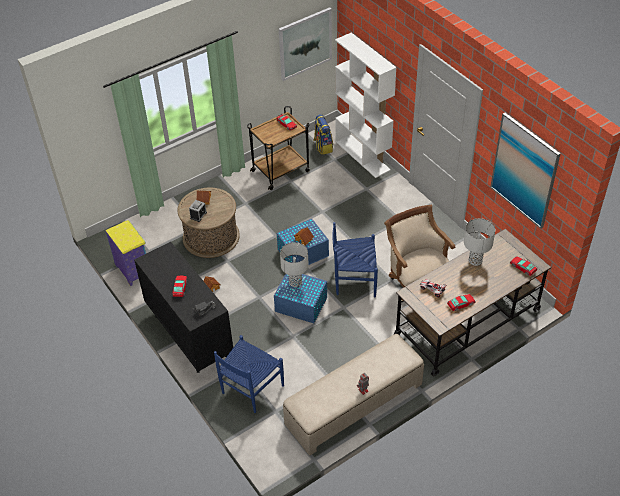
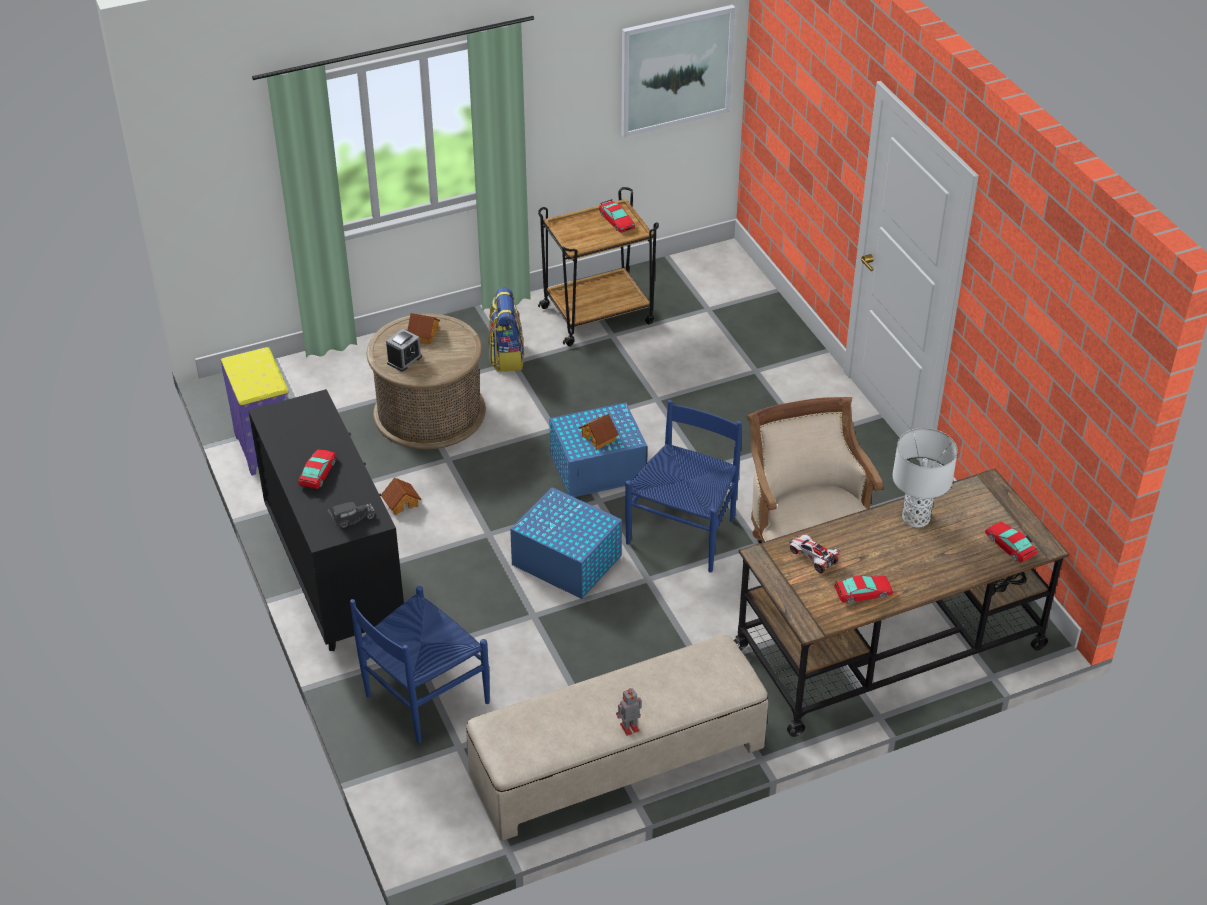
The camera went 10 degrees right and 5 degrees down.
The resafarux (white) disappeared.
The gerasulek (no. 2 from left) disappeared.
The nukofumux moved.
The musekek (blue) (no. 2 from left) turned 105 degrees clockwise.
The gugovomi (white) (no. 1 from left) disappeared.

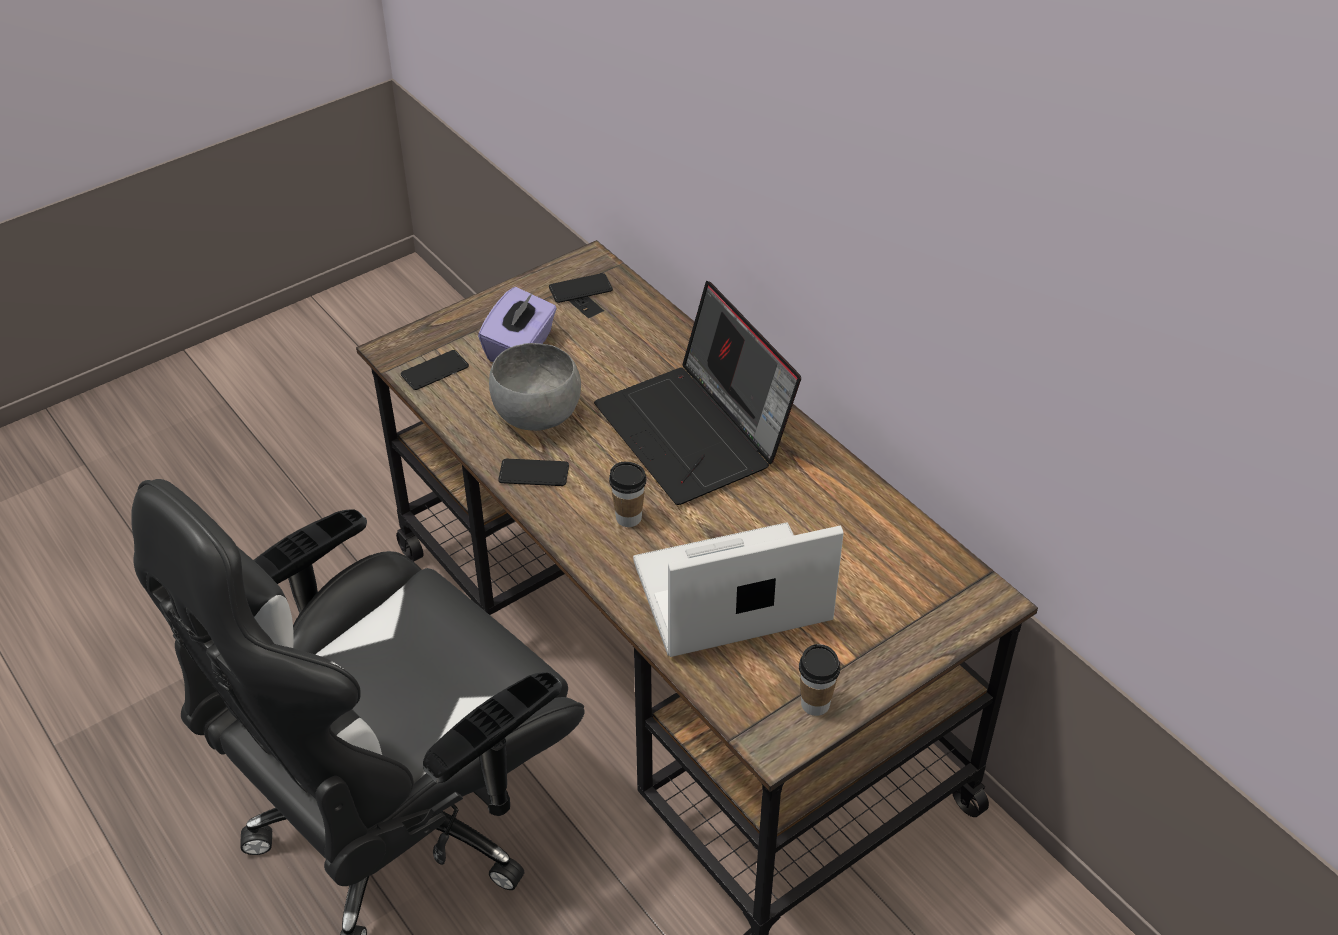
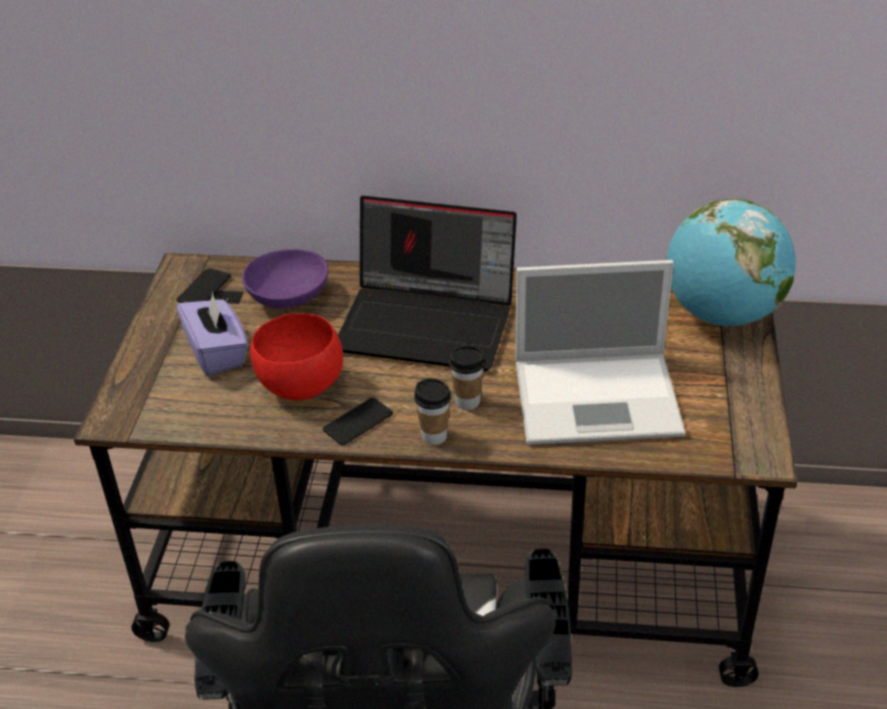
The camera went 45 degrees left and 5 degrees down.
The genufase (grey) became the genufase (red).
The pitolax (no. 1 from left) disappeared.
The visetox (no. 2 from left) turned 120 degrees counterclockwise.
The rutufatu (no. 2 from left in the first image) moved.
The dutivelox appeared.
The genufase (purple) appeared.

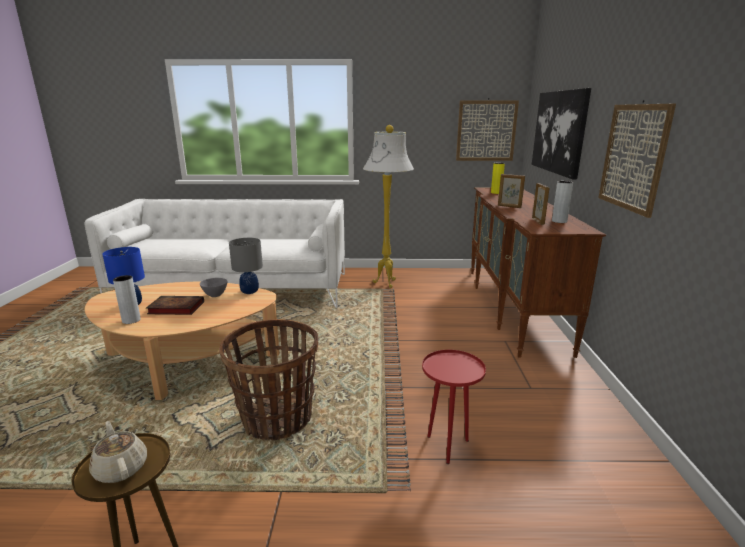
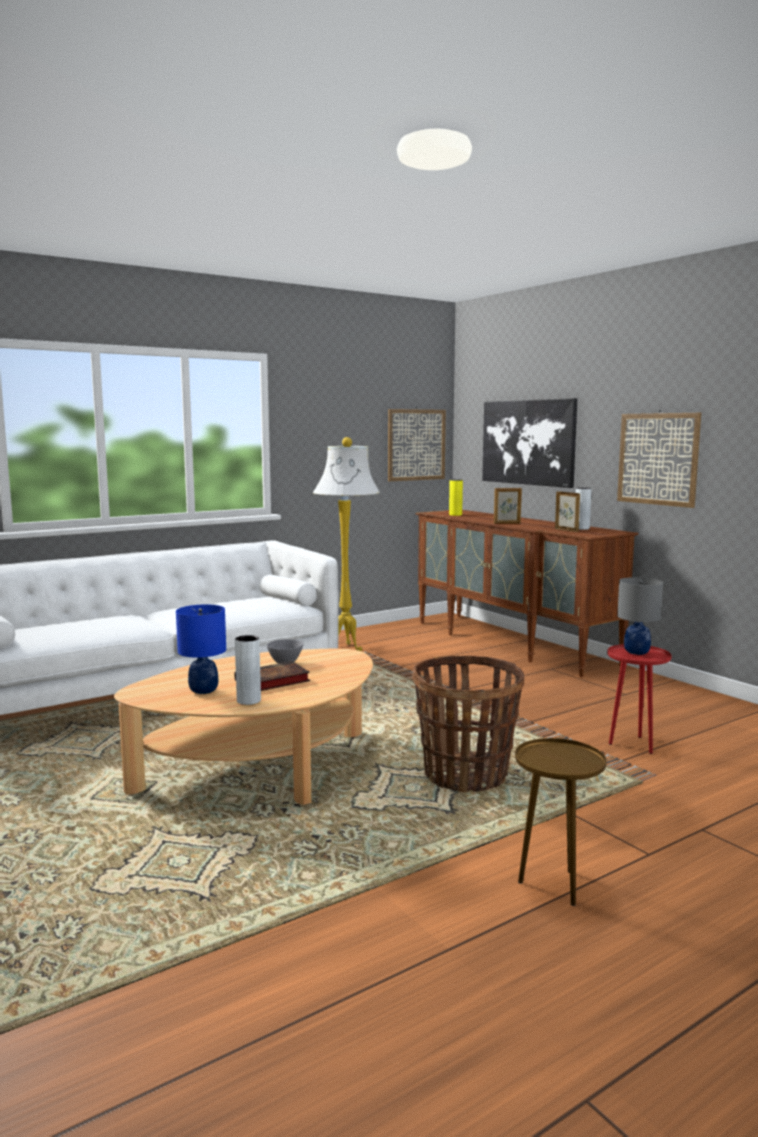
The camera went 35 degrees left and 10 degrees down.
The gugovomi (grey) moved.
The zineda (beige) disappeared.

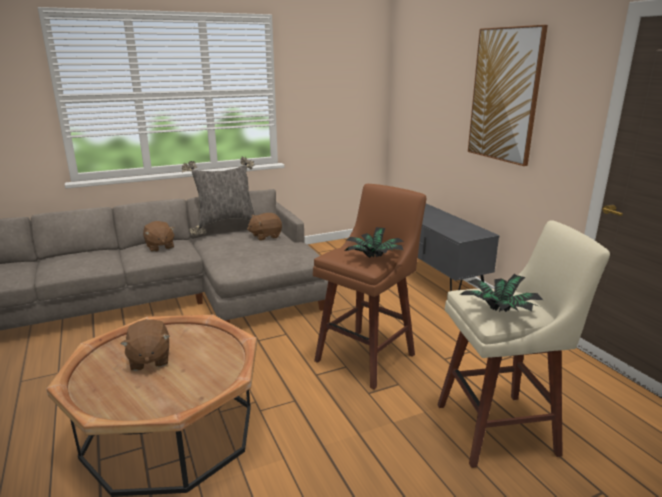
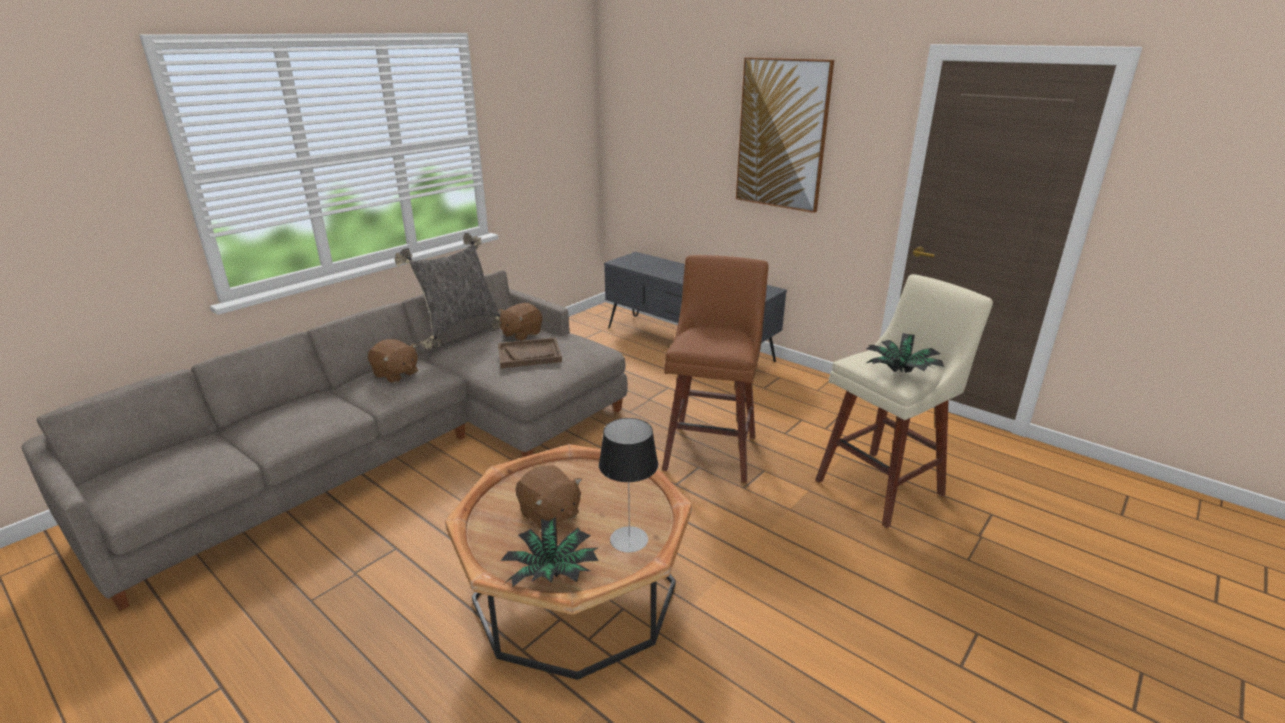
The camera went 25 degrees left and 5 degrees up.
The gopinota (no. 1 from left) moved.
The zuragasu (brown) appeared.
The gugovomi appeared.

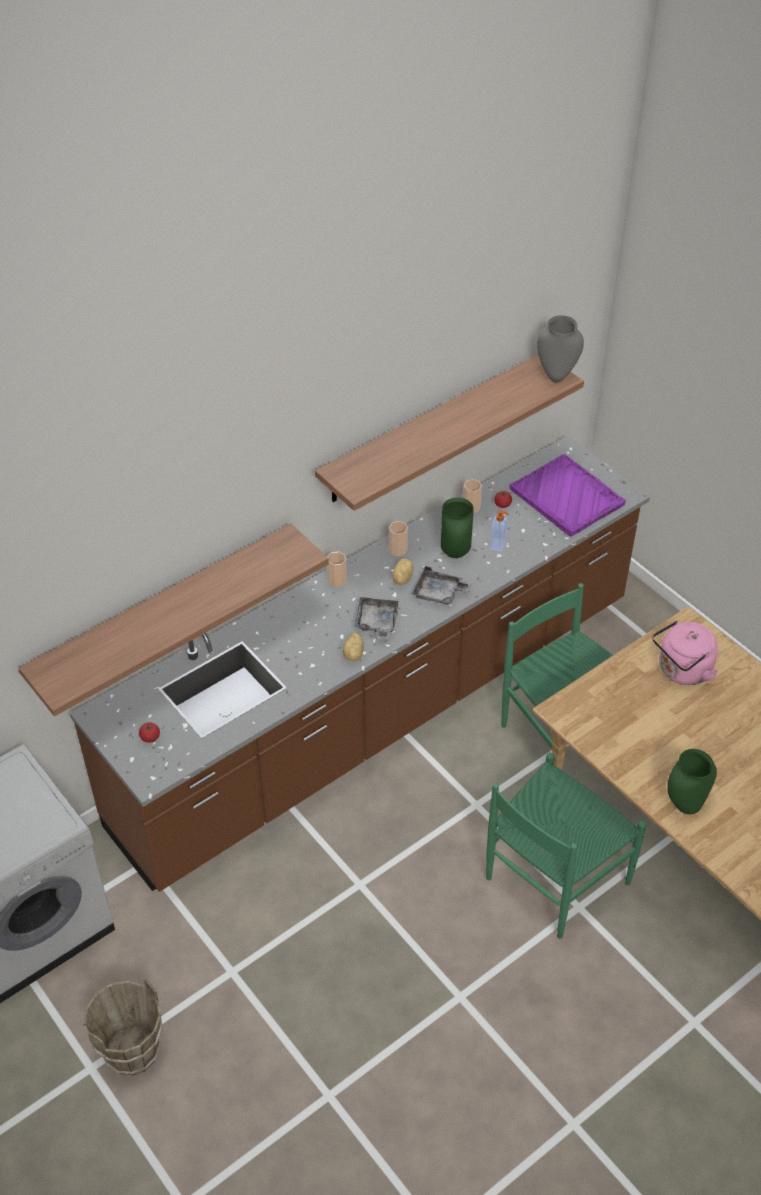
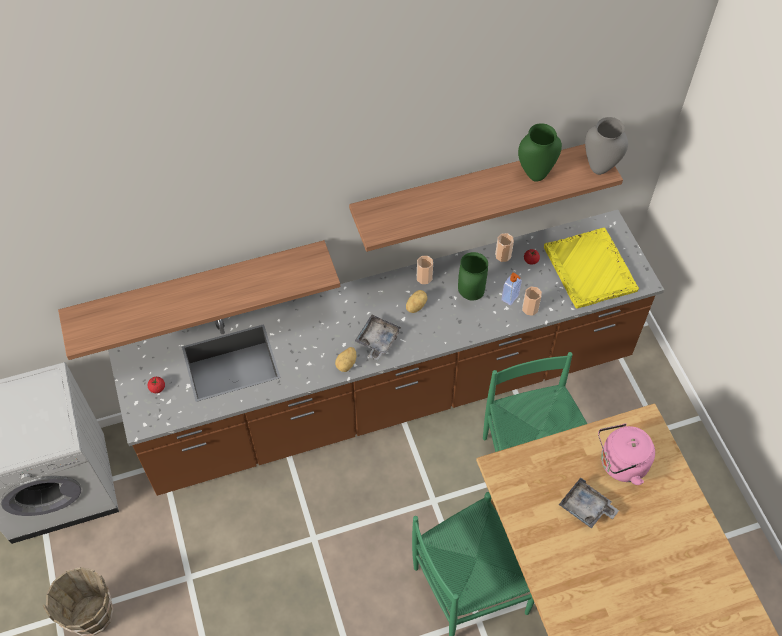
The camera went 20 degrees right and 10 degrees up.
The zuragasu (purple) became the zuragasu (yellow).
The rutufatu (no. 1 from left in the first image) moved.
The zuragasu (grey) (no. 2 from left) moved.
The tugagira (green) (no. 2 from left) moved.

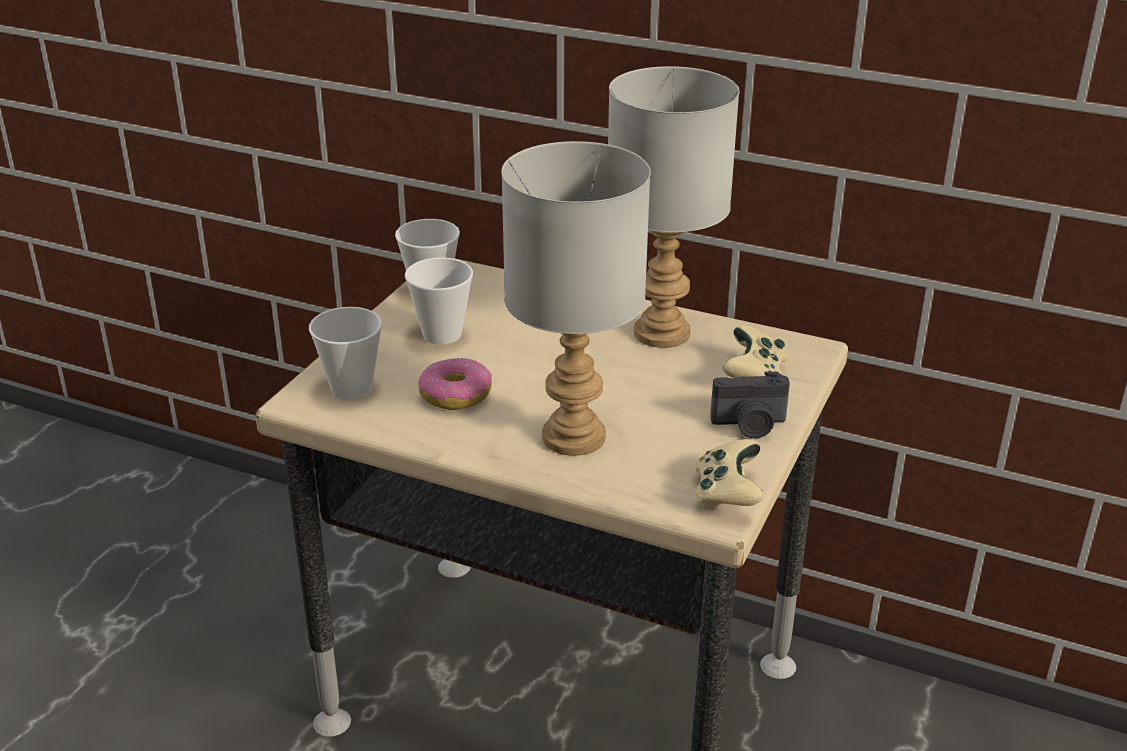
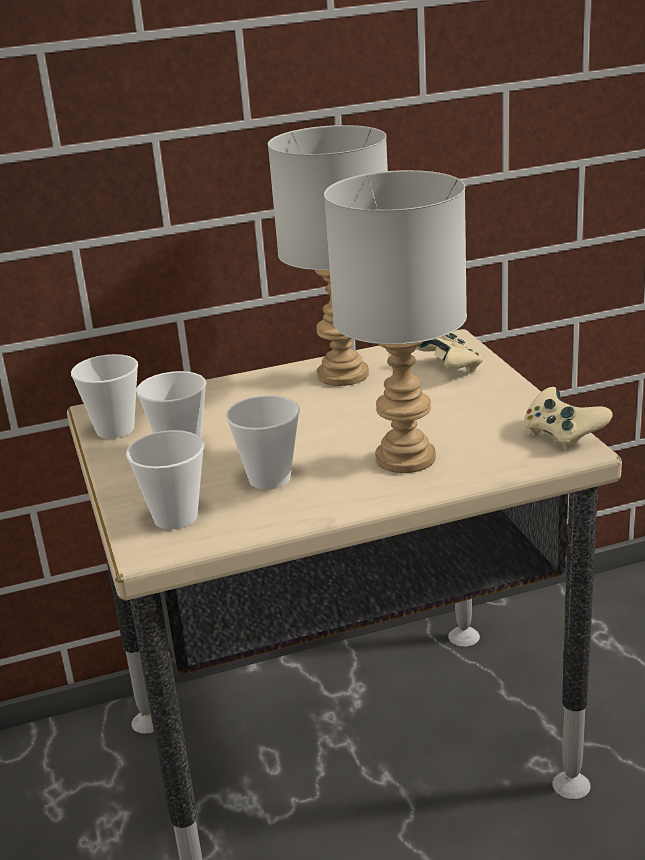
The camera went 40 degrees left and 5 degrees down.
The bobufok was replaced by the rutufatu (no. 4 from left).
The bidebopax disappeared.

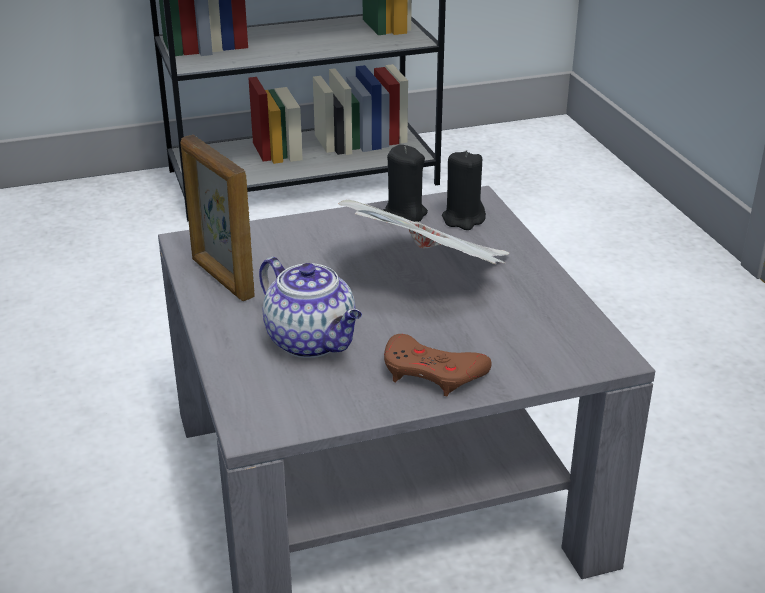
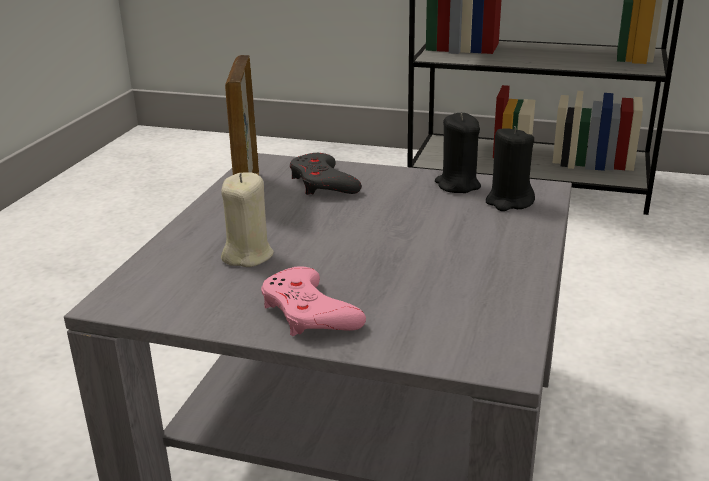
The camera went 35 degrees right and 5 degrees down.
The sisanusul disappeared.
The zineda was replaced by the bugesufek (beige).
The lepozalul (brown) became the lepozalul (pink).
The lepozalul (grey) appeared.

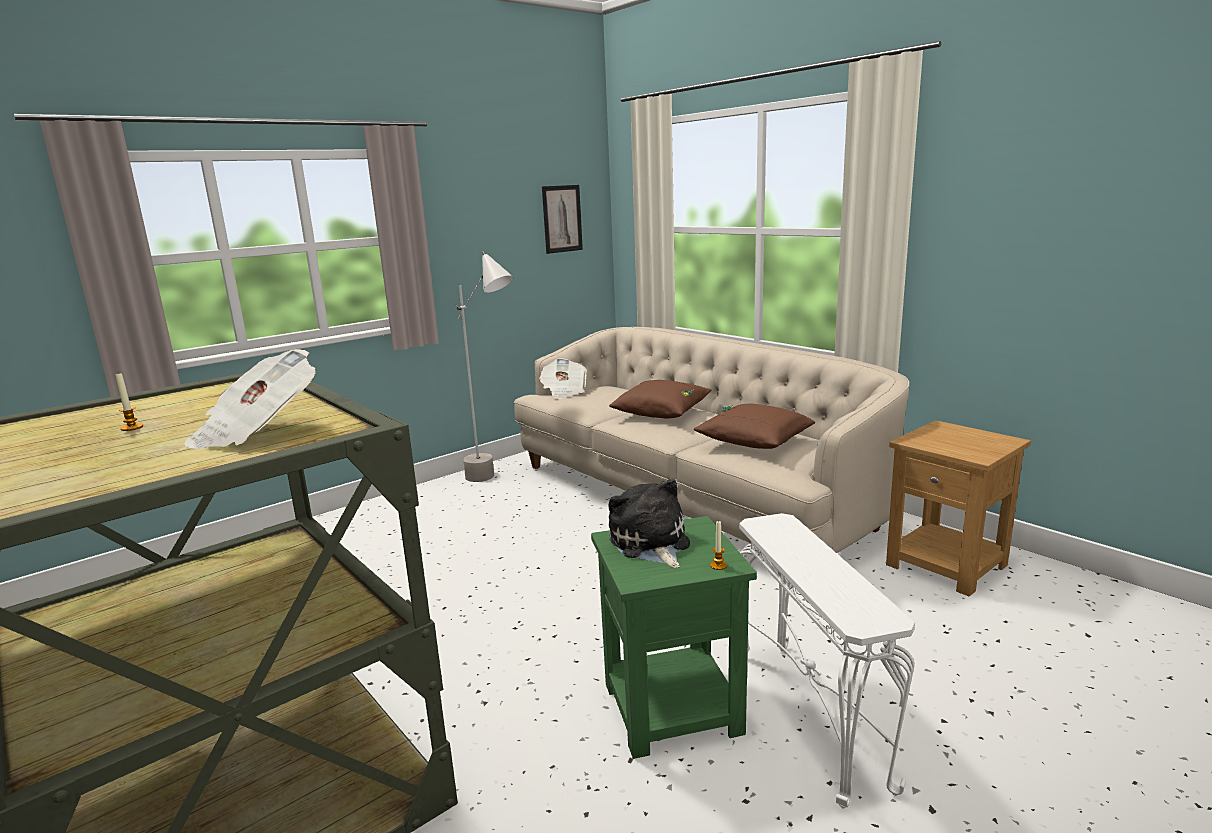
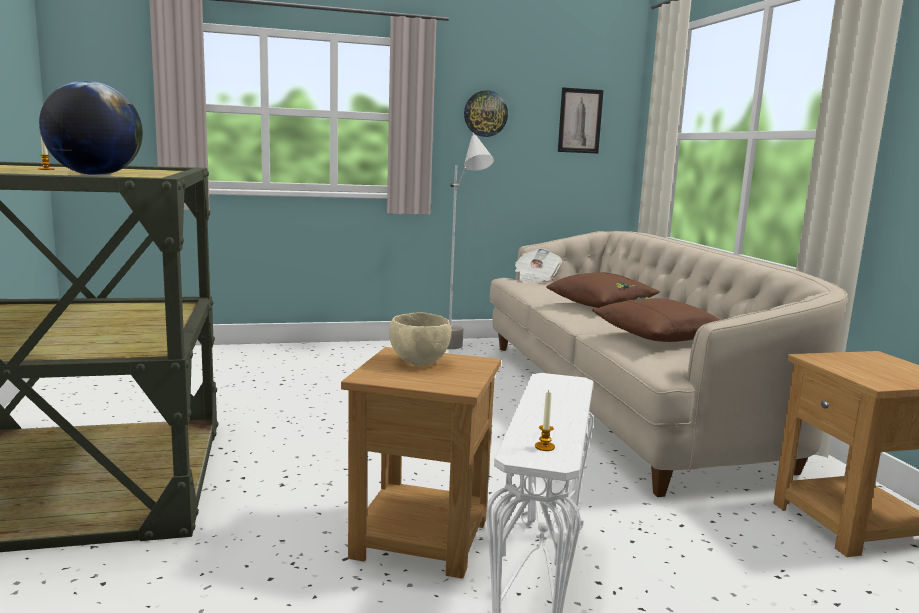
The camera went 25 degrees right and 5 degrees down.
The sisanusul (no. 1 from left) was replaced by the dutivelox.
The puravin was replaced by the genufase (beige).
The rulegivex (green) became the rulegivex (brown) (no. 1 from left).
The bugesufek (no. 2 from left) moved.
The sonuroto appeared.

